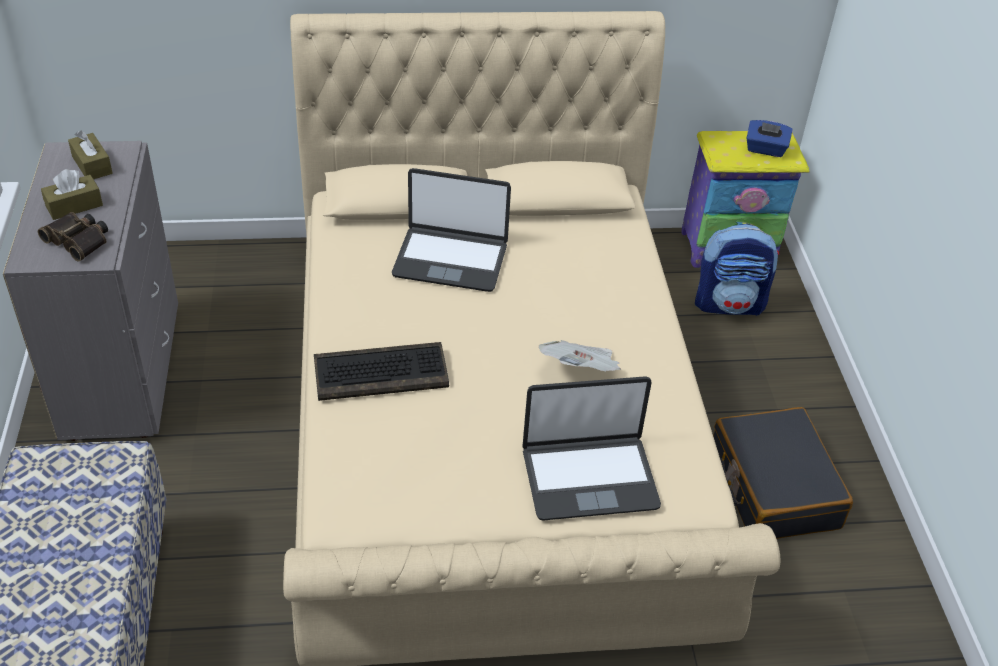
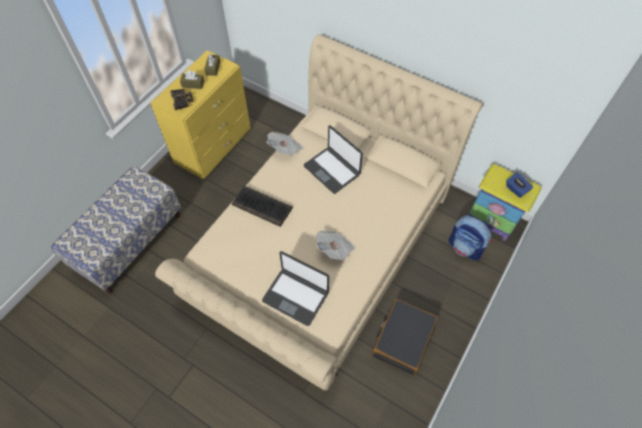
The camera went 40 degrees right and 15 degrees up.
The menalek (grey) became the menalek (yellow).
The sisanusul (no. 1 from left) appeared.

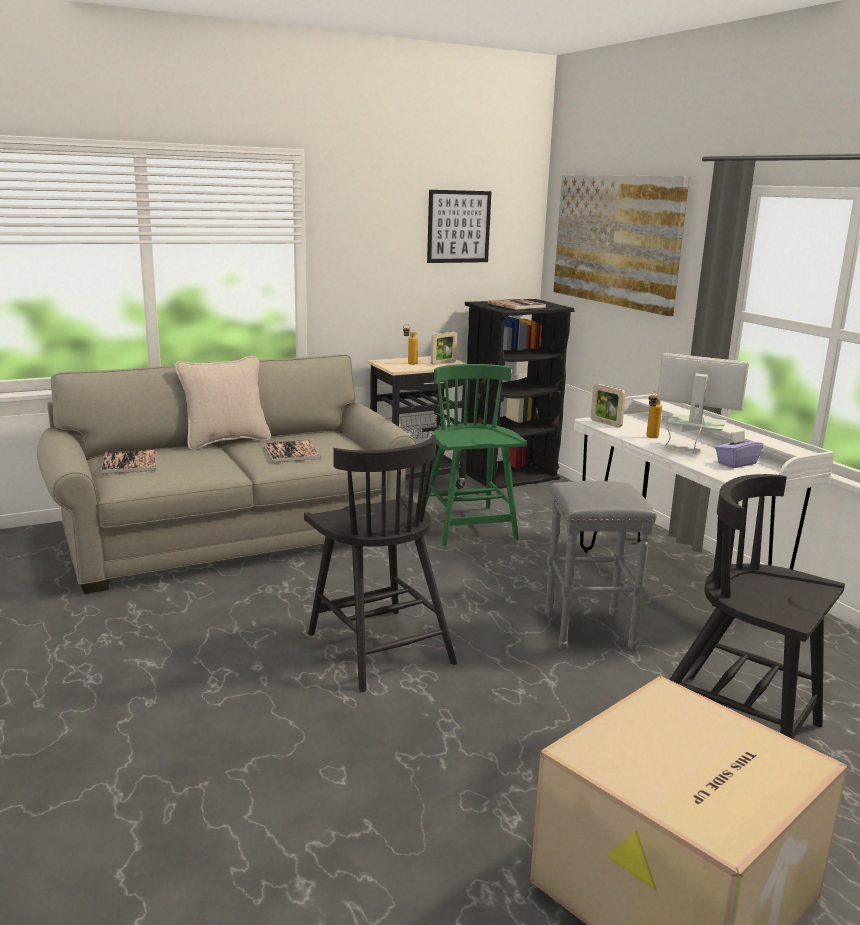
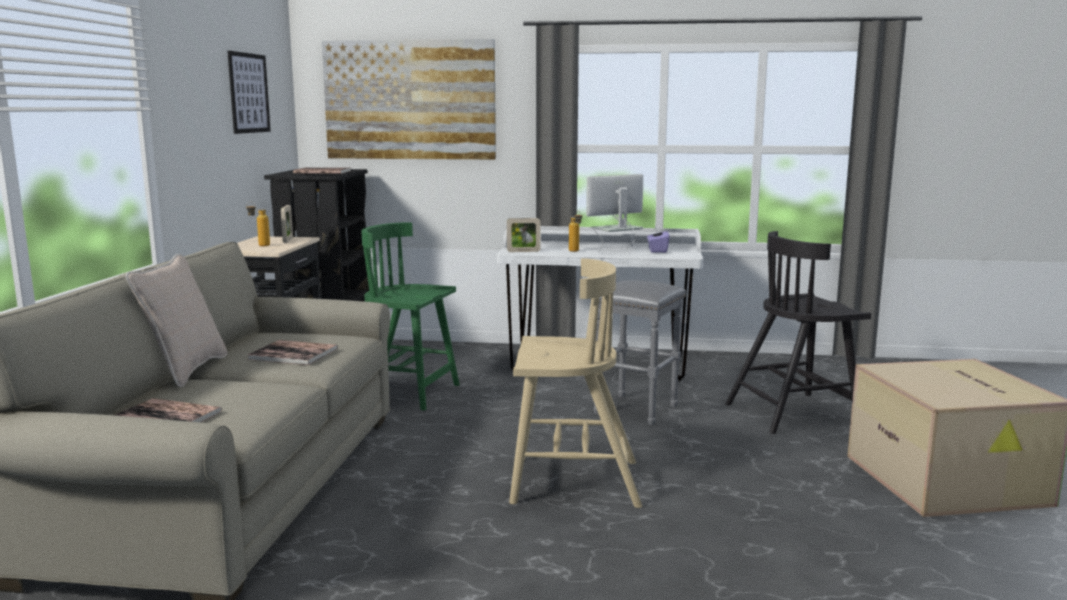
The camera went 55 degrees left and 5 degrees down.
The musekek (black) (no. 1 from left) became the musekek (beige).

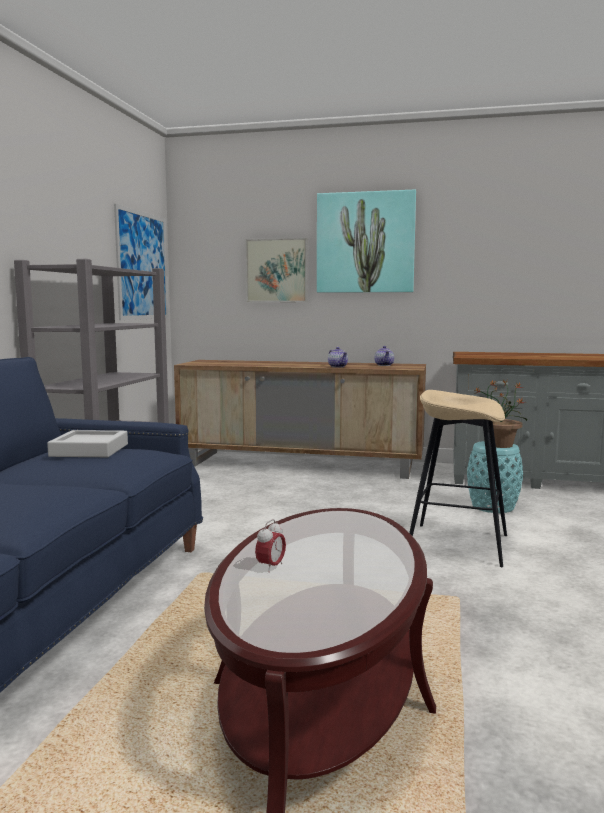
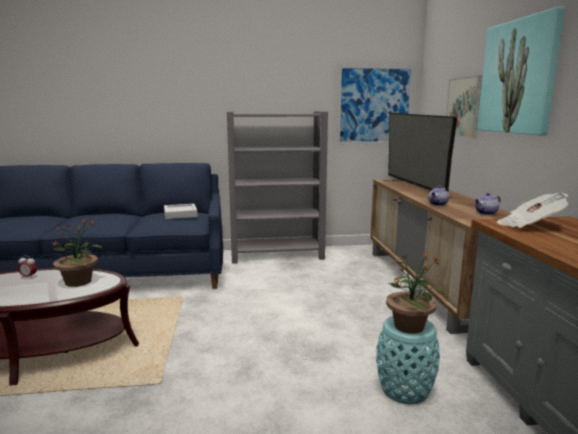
The camera went 70 degrees right and 5 degrees up.
The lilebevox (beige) disappeared.
The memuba appeared.
The sisanusul appeared.
The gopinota (no. 1 from left) appeared.

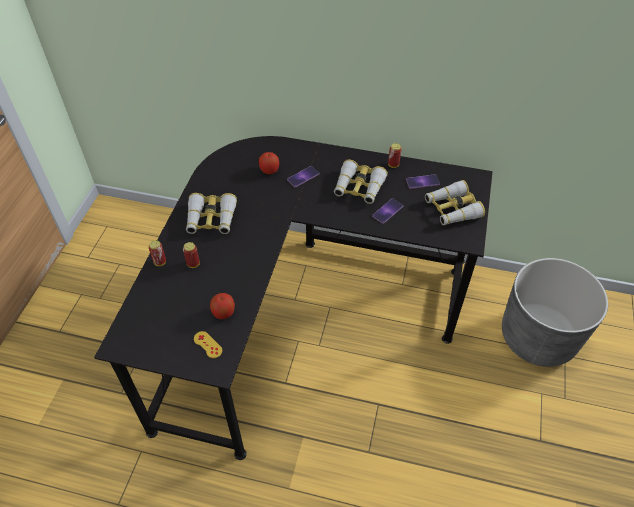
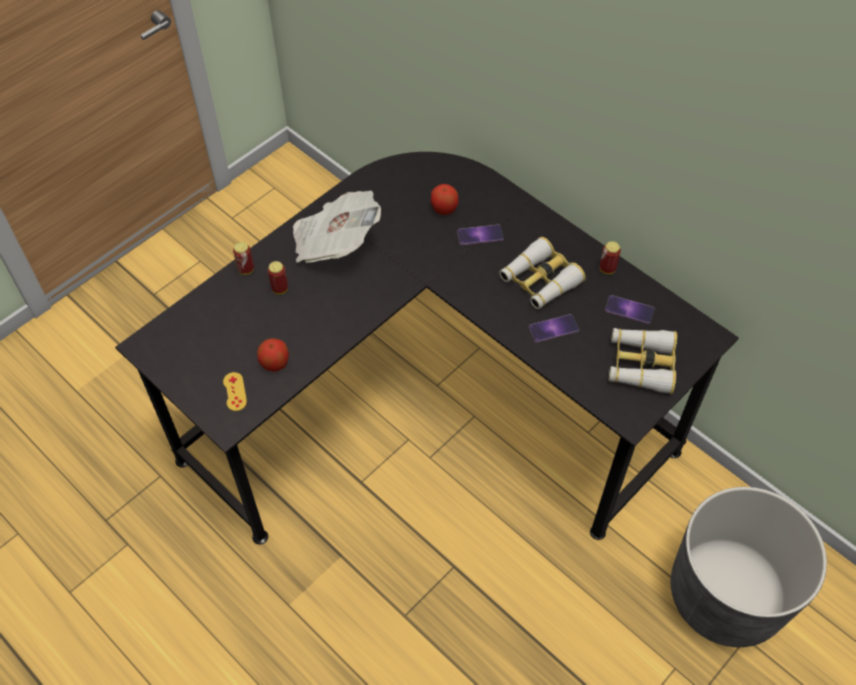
The camera went 30 degrees right and 5 degrees up.
The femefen (no. 1 from left) was replaced by the sisanusul.

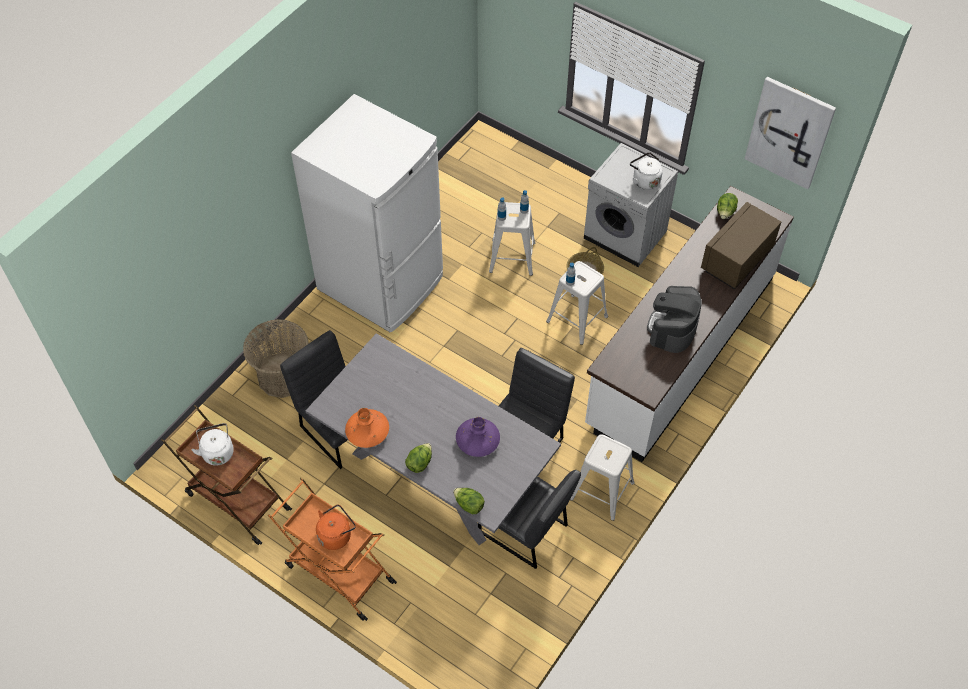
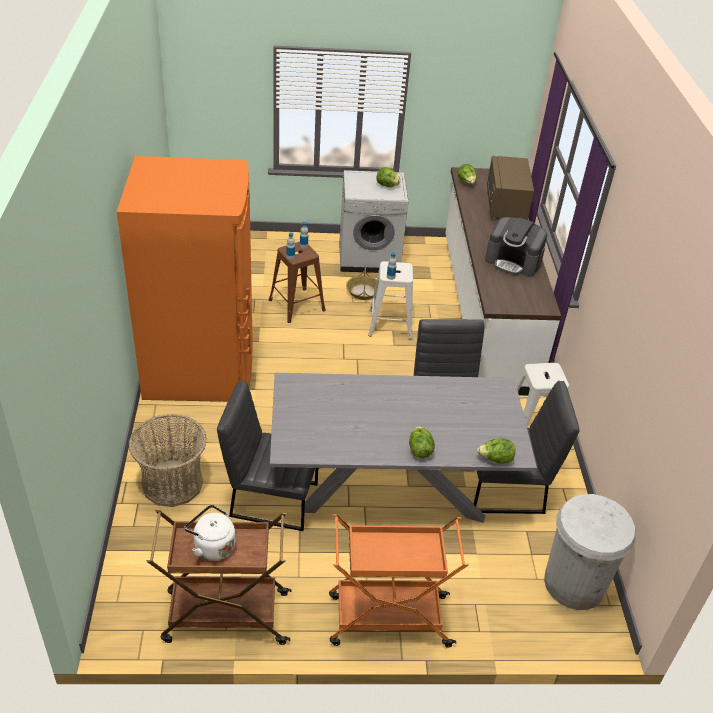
The camera went 40 degrees left and 15 degrees down.
The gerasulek disappeared.
The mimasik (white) became the mimasik (orange).
The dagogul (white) (no. 2 from left) was replaced by the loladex (no. 1 from left).
The lilebevox (white) (no. 1 from left) became the lilebevox (brown).
The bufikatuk turned 45 degrees counterclockwise.
The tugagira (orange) disappeared.
The tugagira (purple) disappeared.
The dagogul (orange) disappeared.
The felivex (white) appeared.

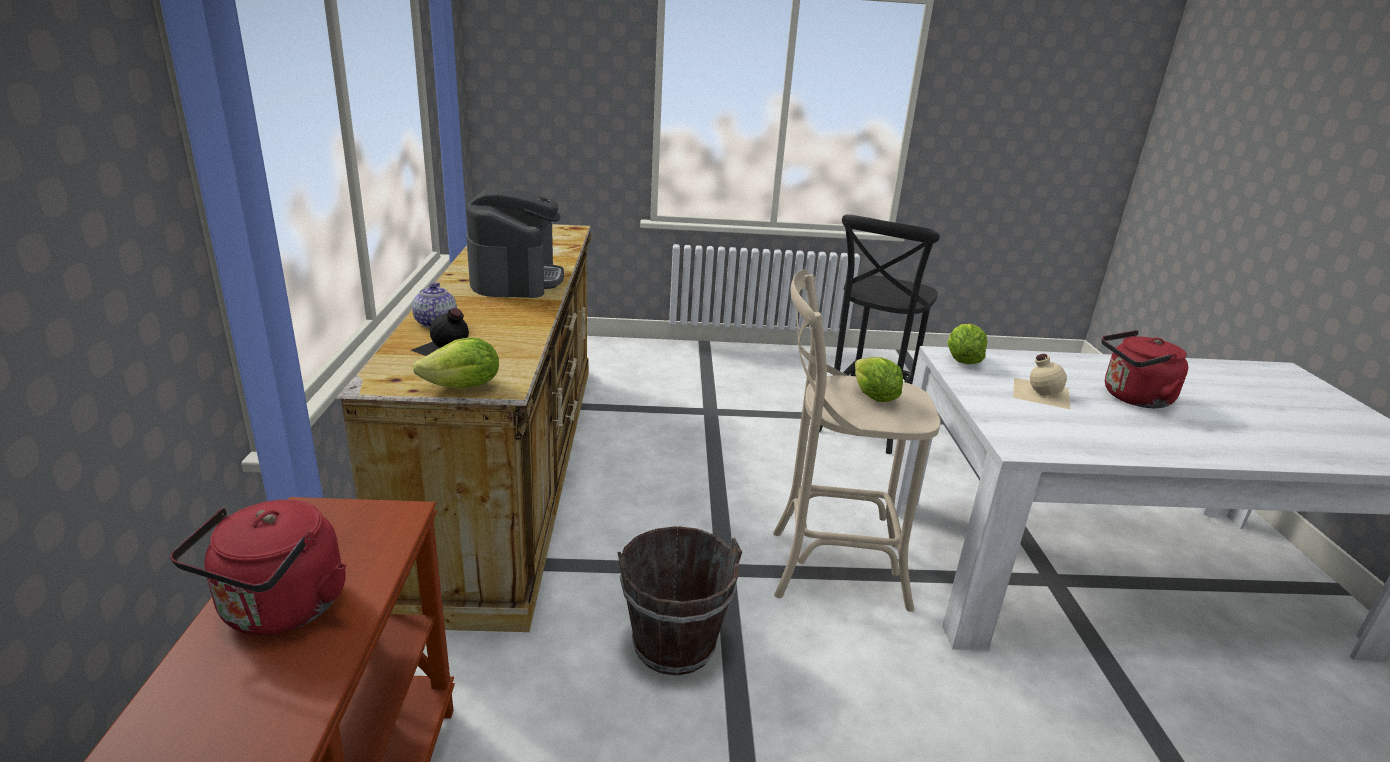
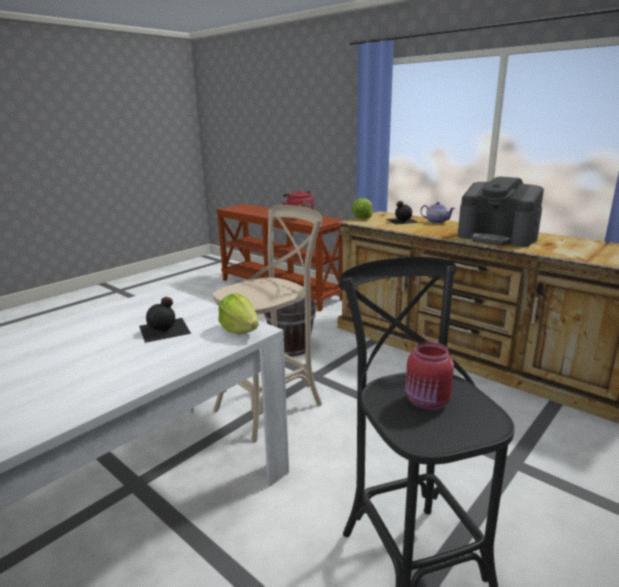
The camera went 135 degrees right and 5 degrees down.
The dagogul (red) (no. 2 from left) disappeared.
The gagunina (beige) became the gagunina (black) (no. 1 from left).
The loladex (no. 2 from left) disappeared.
The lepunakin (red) appeared.

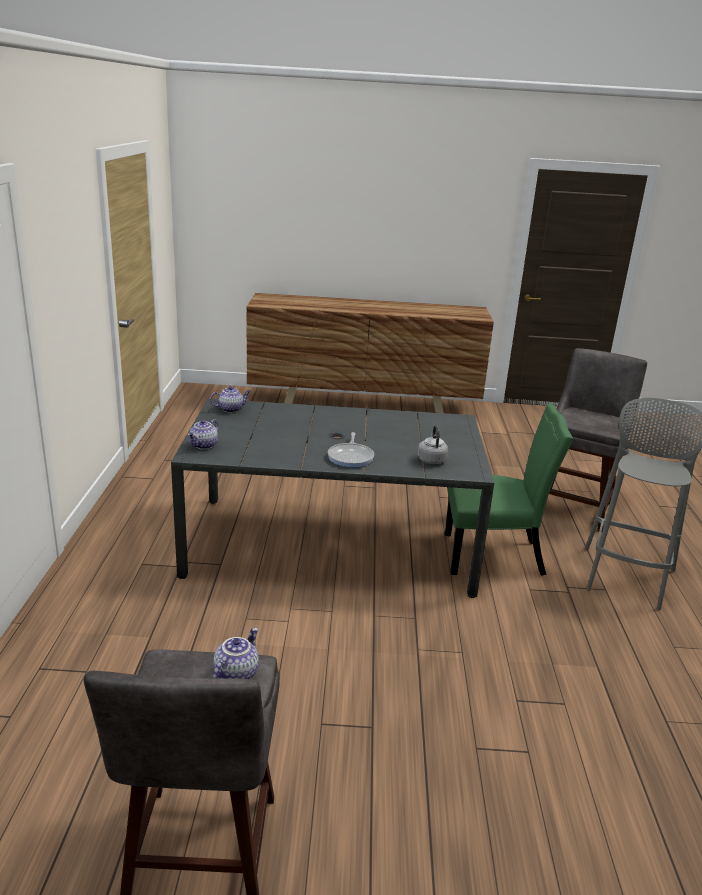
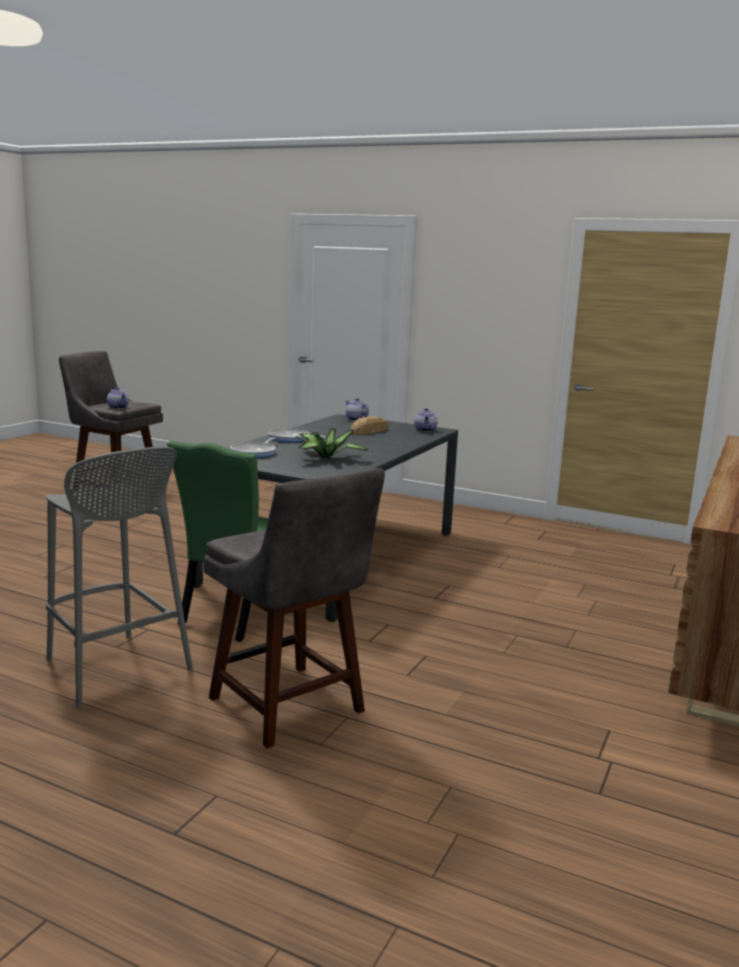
The camera went 115 degrees right and 10 degrees down.
The dagogul (grey) was replaced by the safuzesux (no. 1 from left).
The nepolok appeared.
The gopinota appeared.

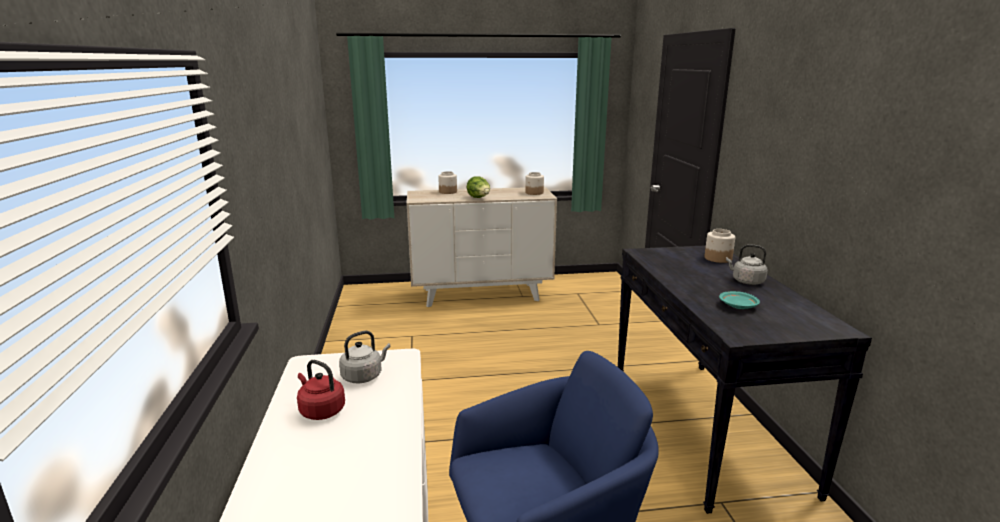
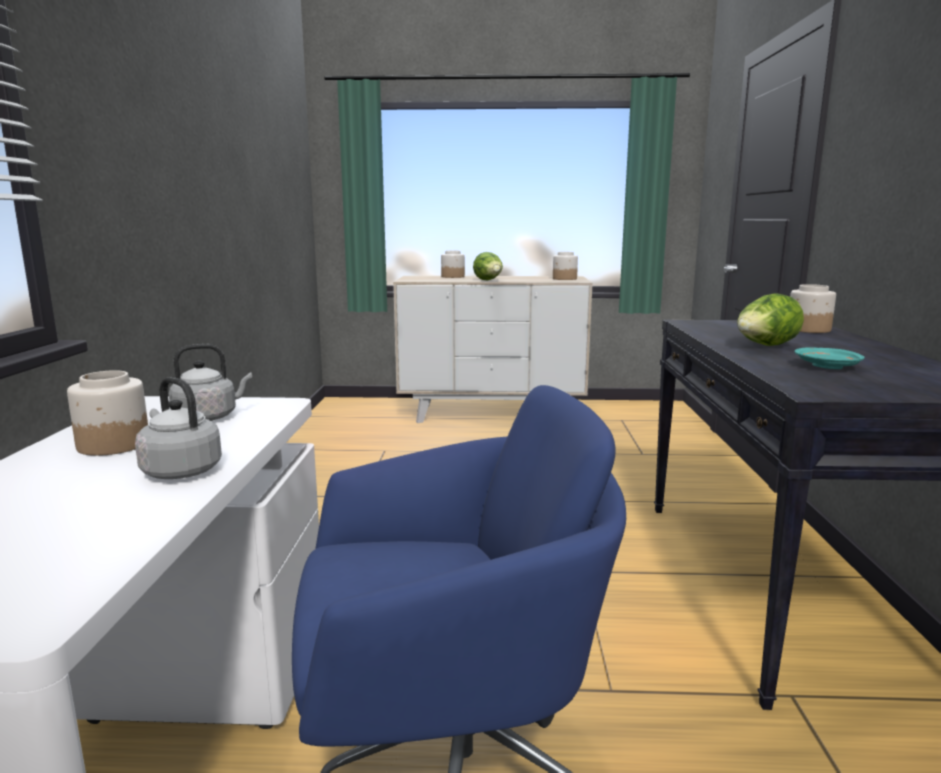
The camera went 10 degrees right and 5 degrees down.
The dagogul (grey) (no. 2 from left in the first image) moved.
The dagogul (red) was replaced by the lepunakin (no. 1 from left).
The loladex (no. 2 from left) appeared.

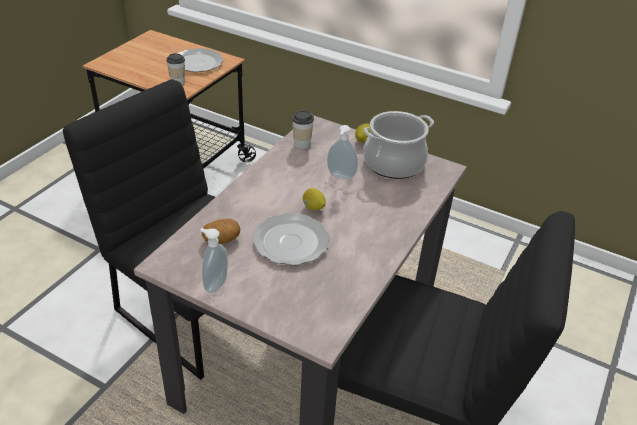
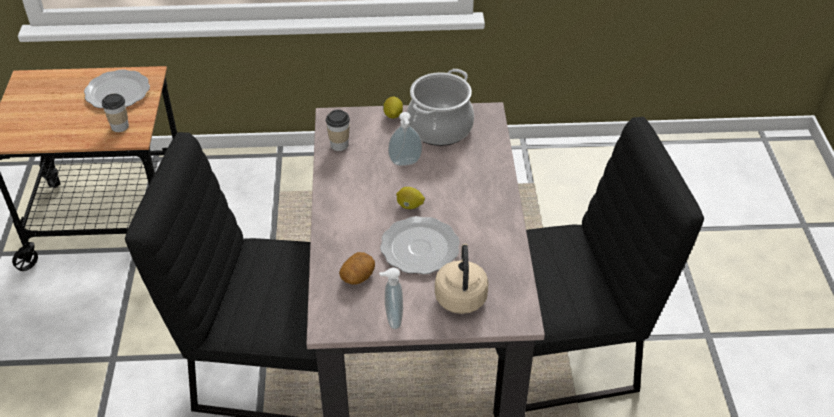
The camera went 30 degrees left and 5 degrees up.
The dagogul (beige) appeared.

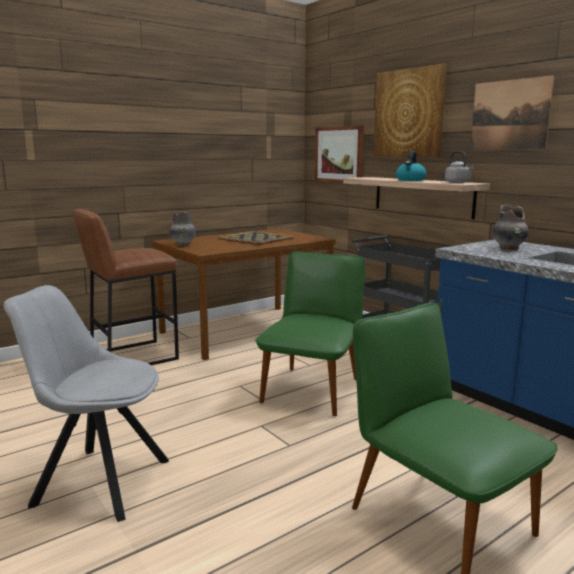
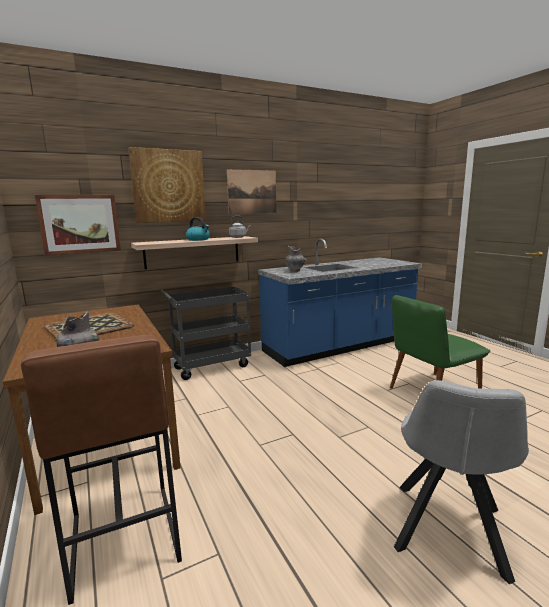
The camera went 80 degrees left and 0 degrees up.
The musekek (green) (no. 1 from left) disappeared.

